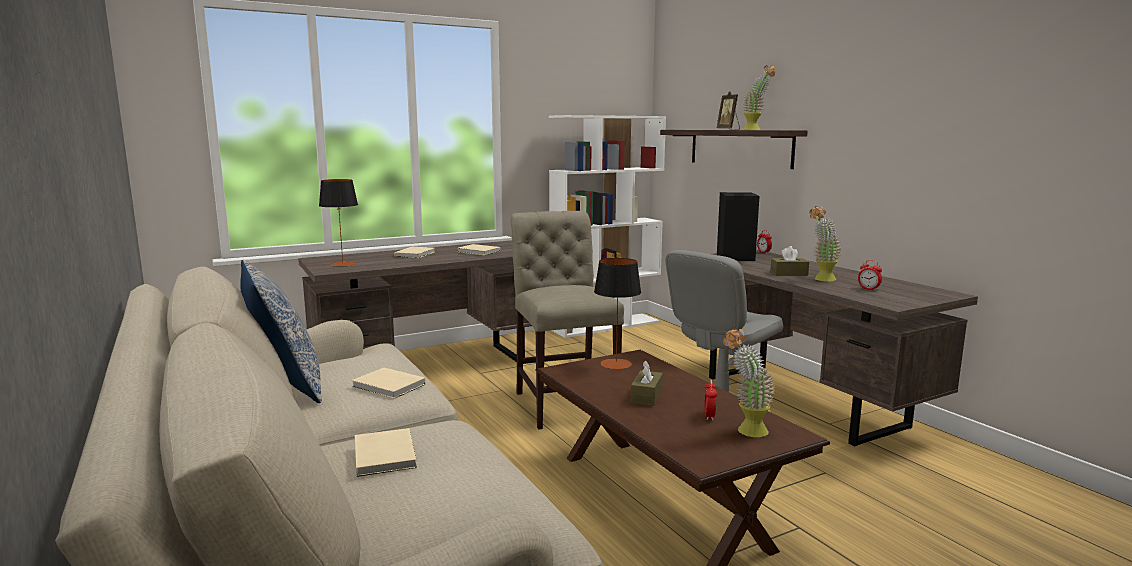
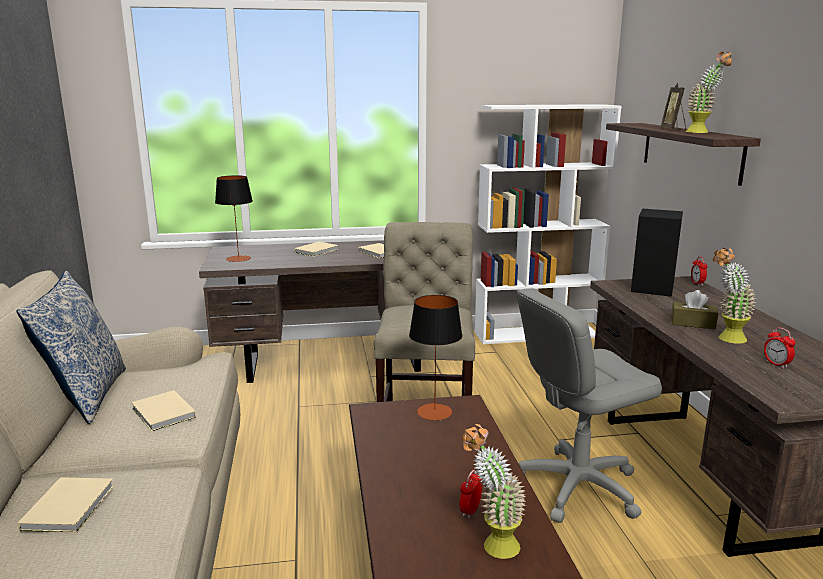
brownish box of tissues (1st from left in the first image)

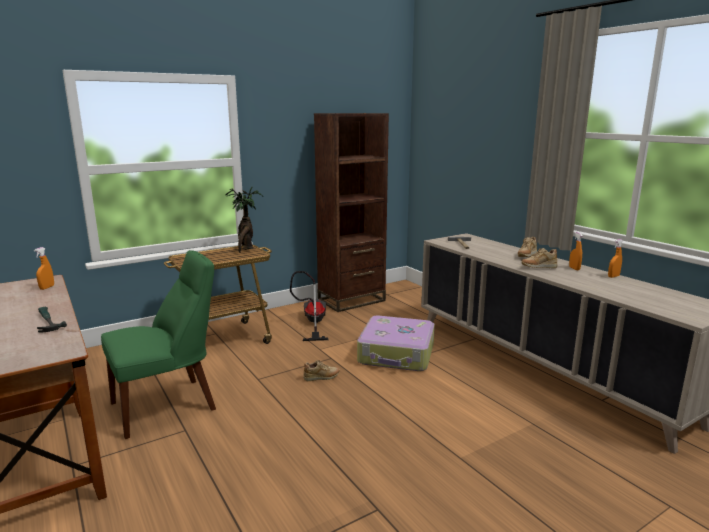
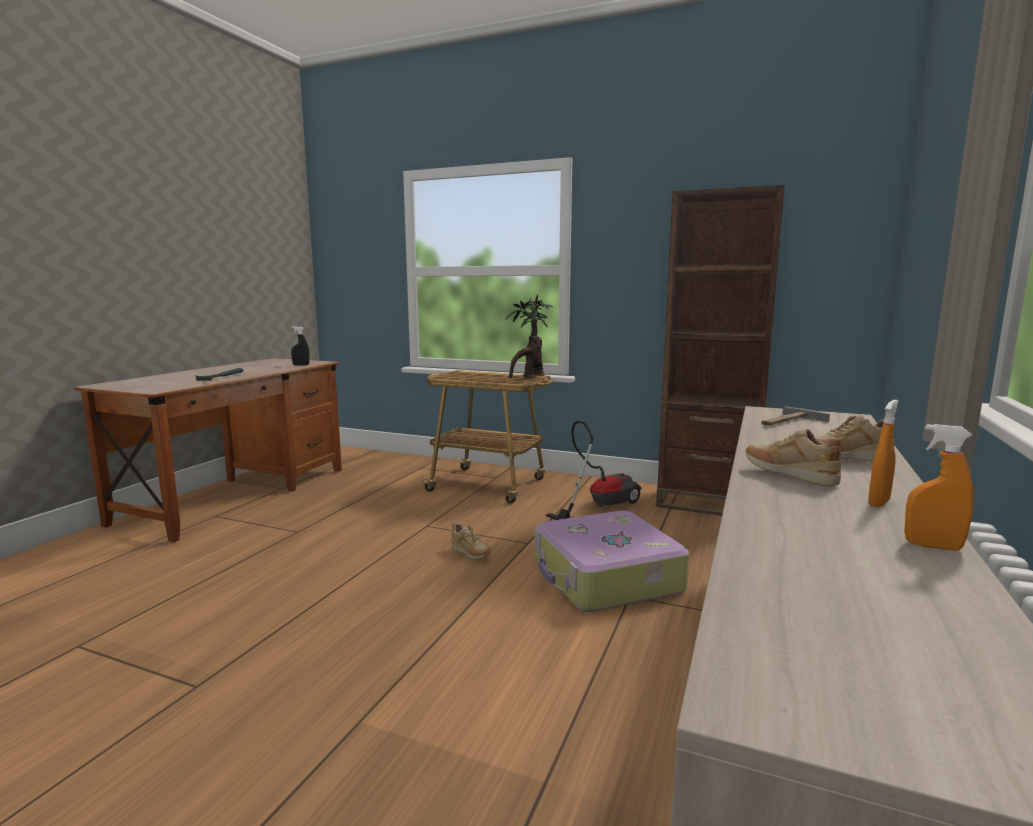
black hand sprayer
green upright chair

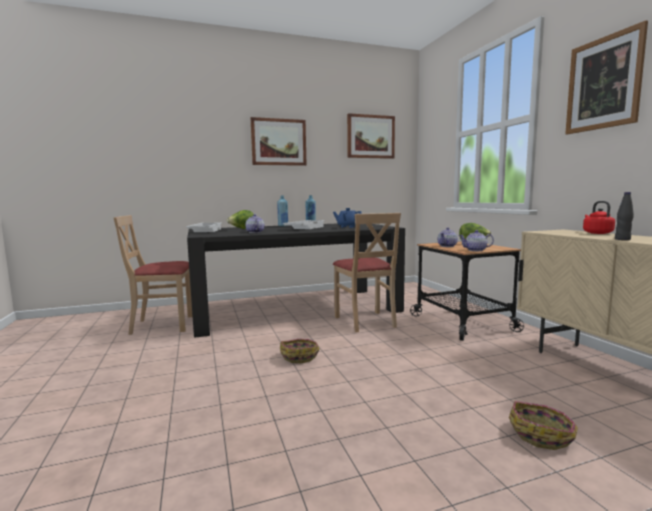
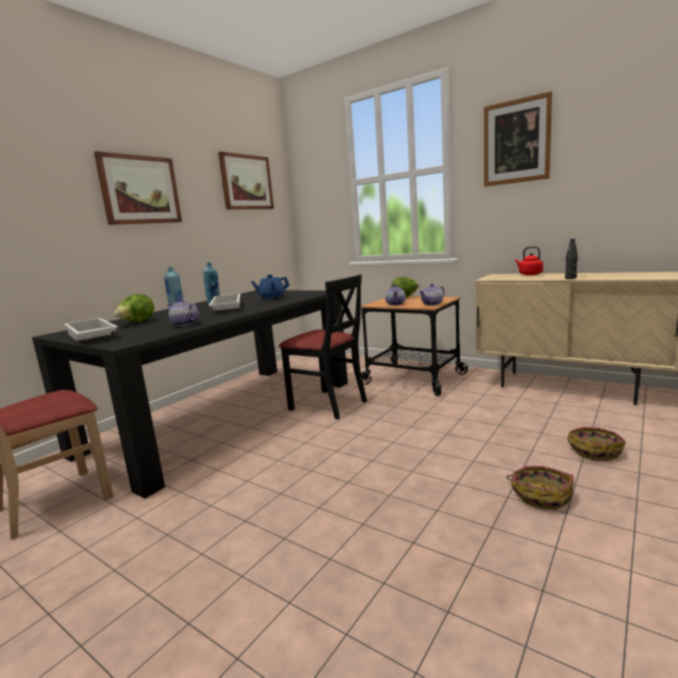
storage basket (1st from left)
black upright chair

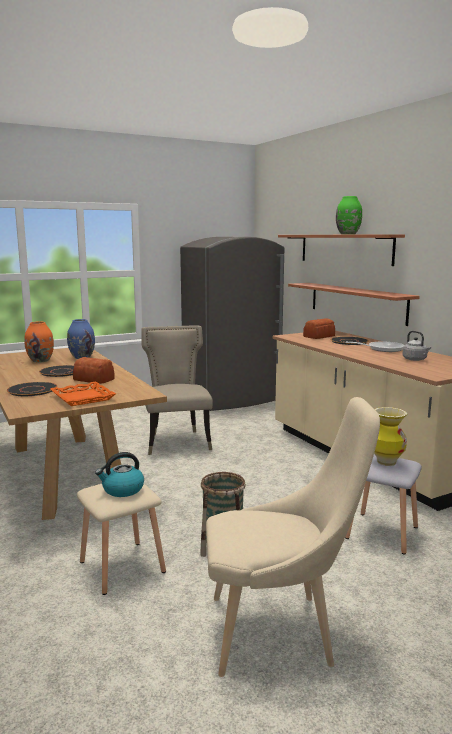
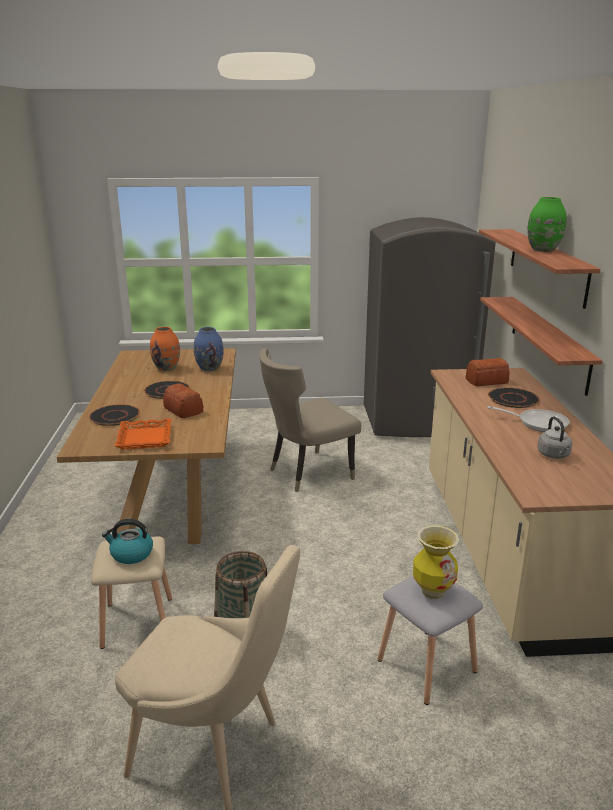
beige upright chair (2nd from left)

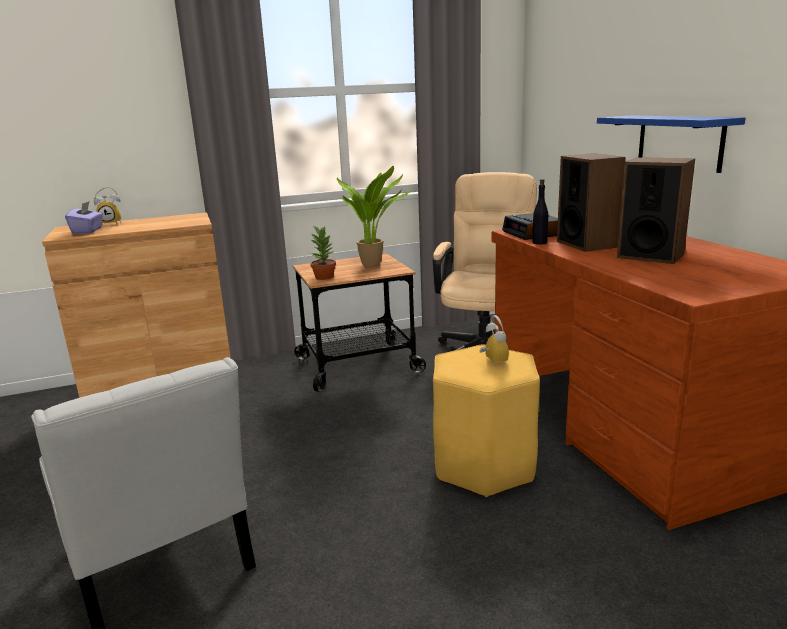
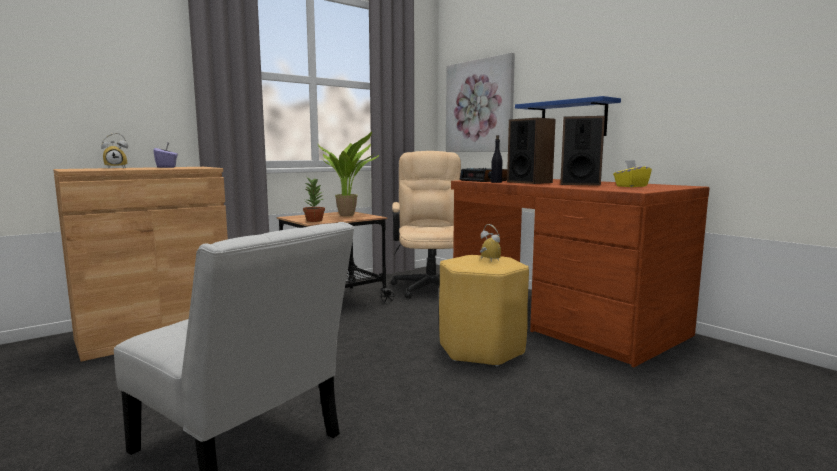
purple box of tissues
picture
yellow box of tissues

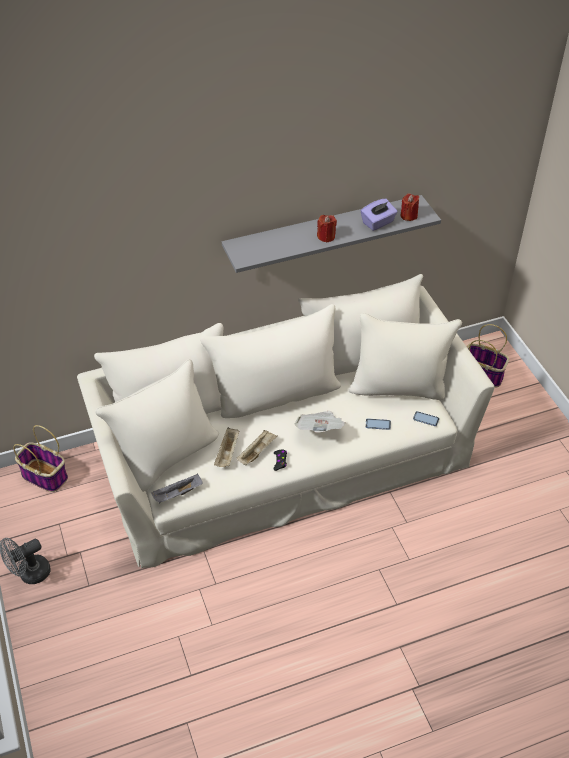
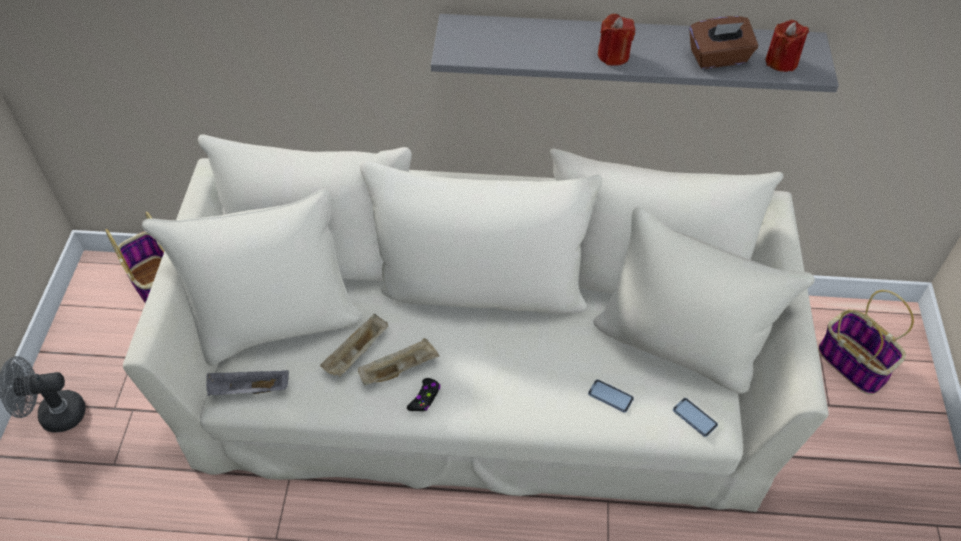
newspaper
brownish box of tissues

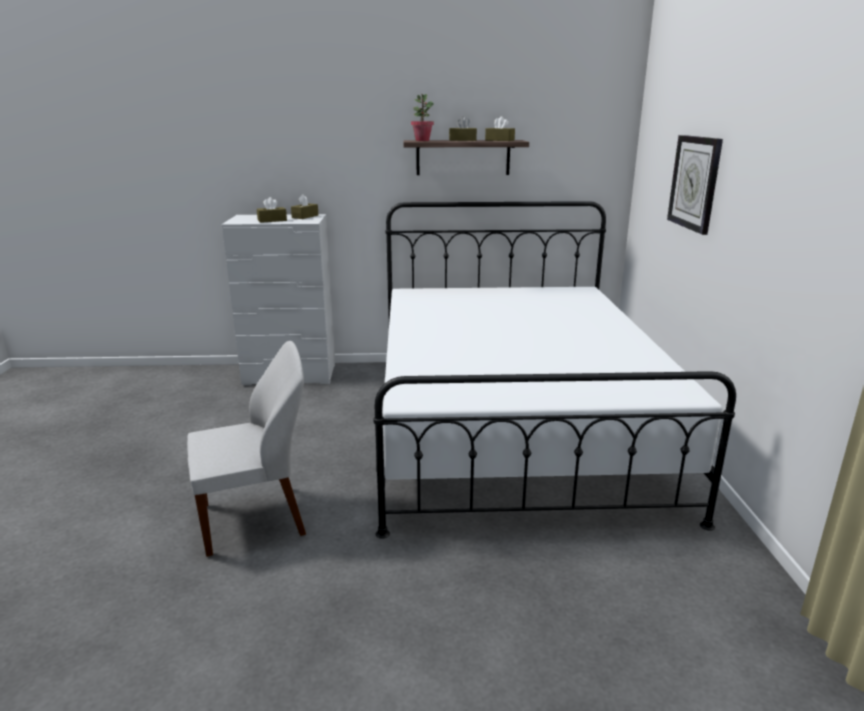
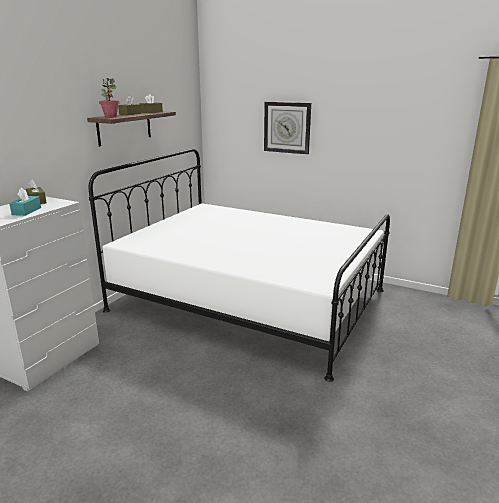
white upright chair
blue-green box of tissues

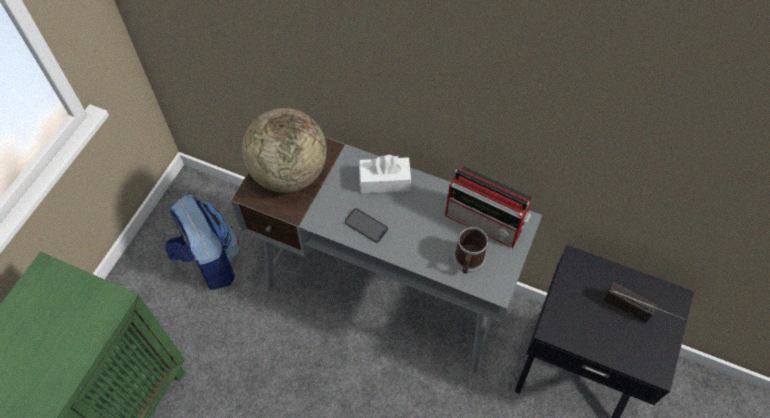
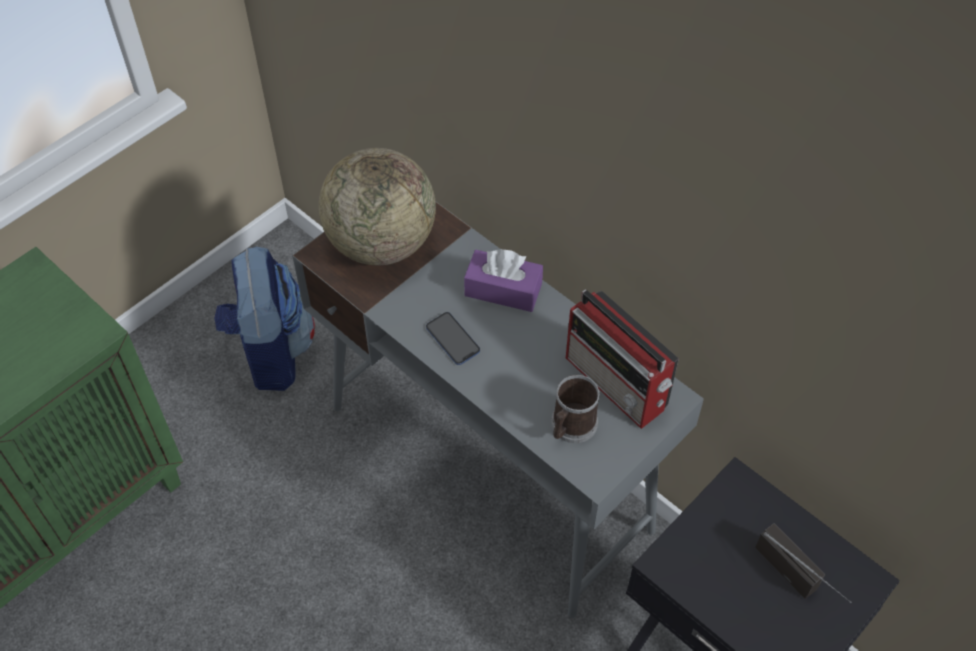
purple box of tissues

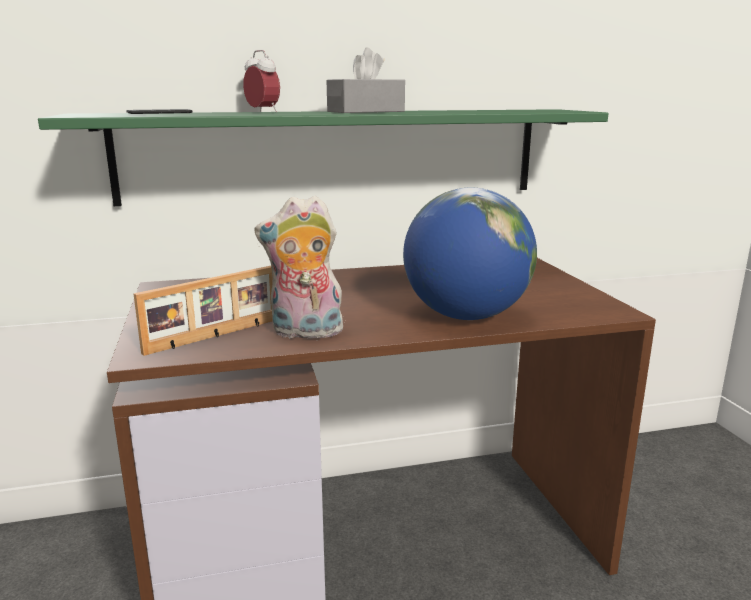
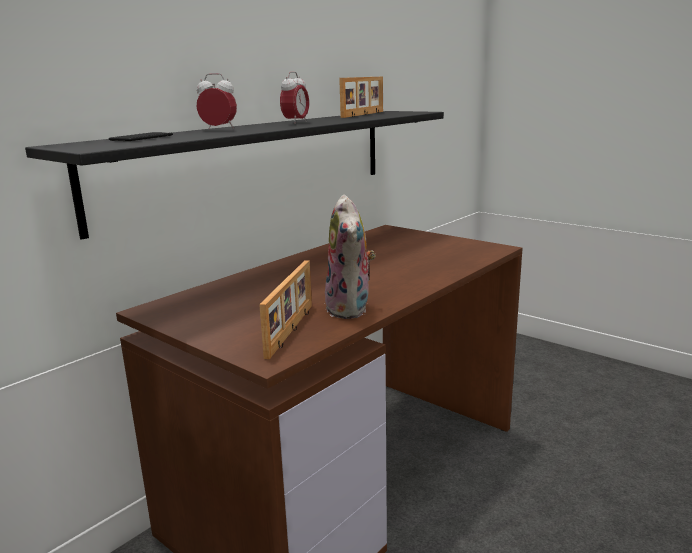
black shelf
plush toy
alarm clock (2nd from left)
world globe
standing frame (2nd from left)

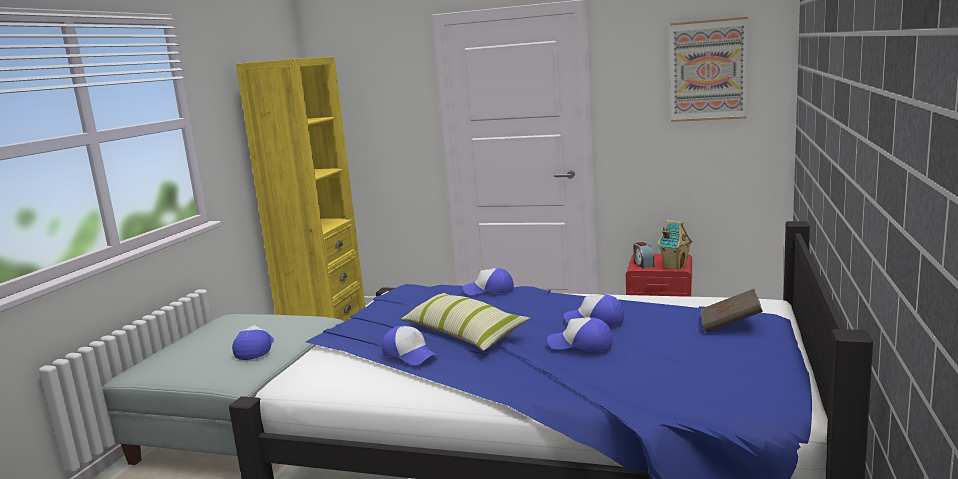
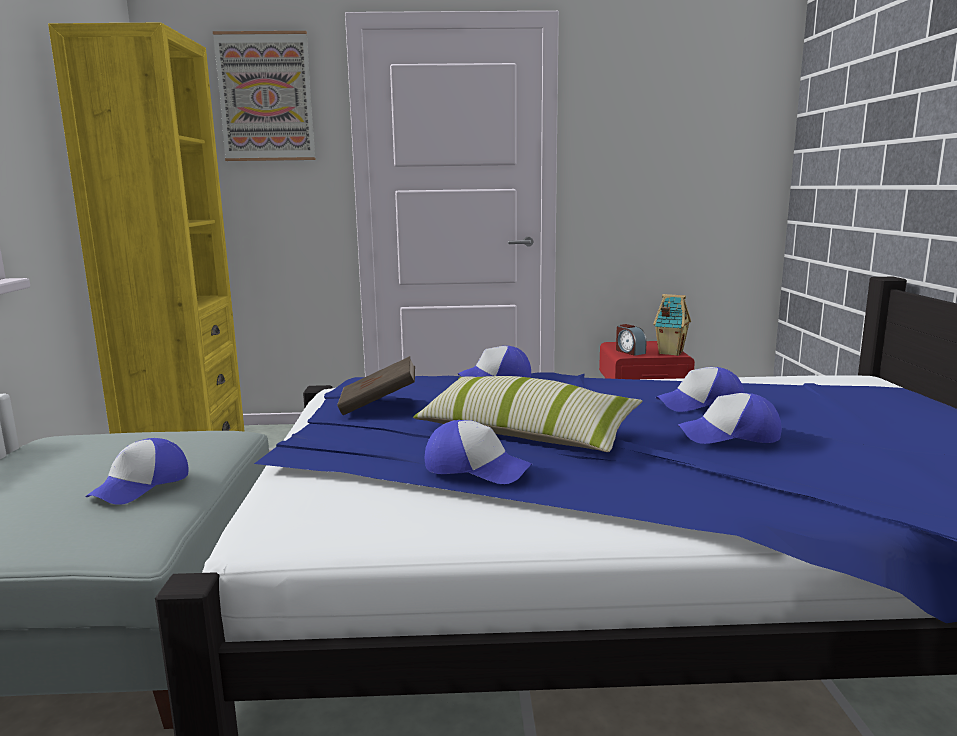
peaked cap (1st from left)
picture
brownish volume

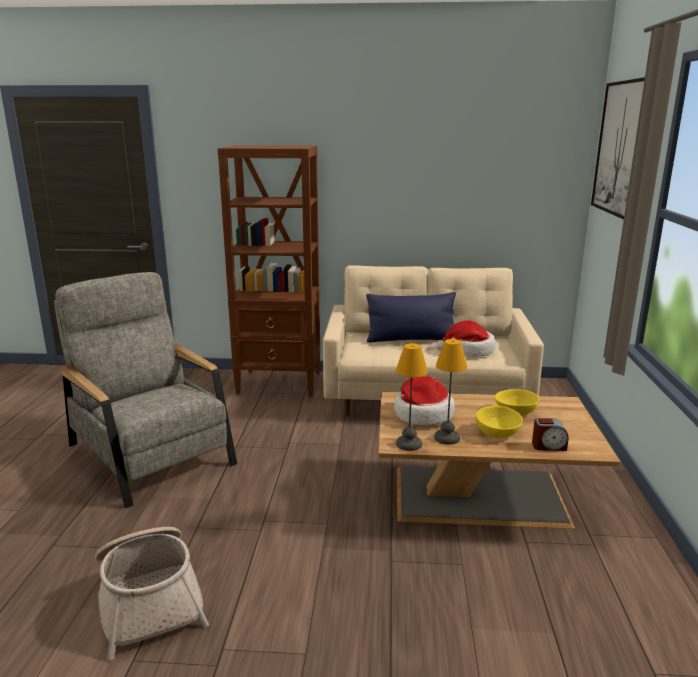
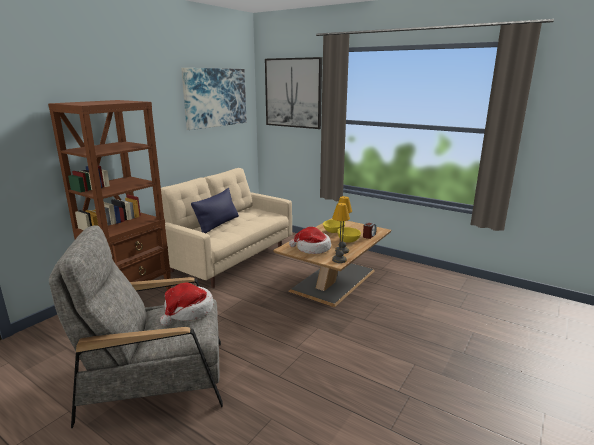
storage basket
clothing hat (1st from left)
picture (1st from left)

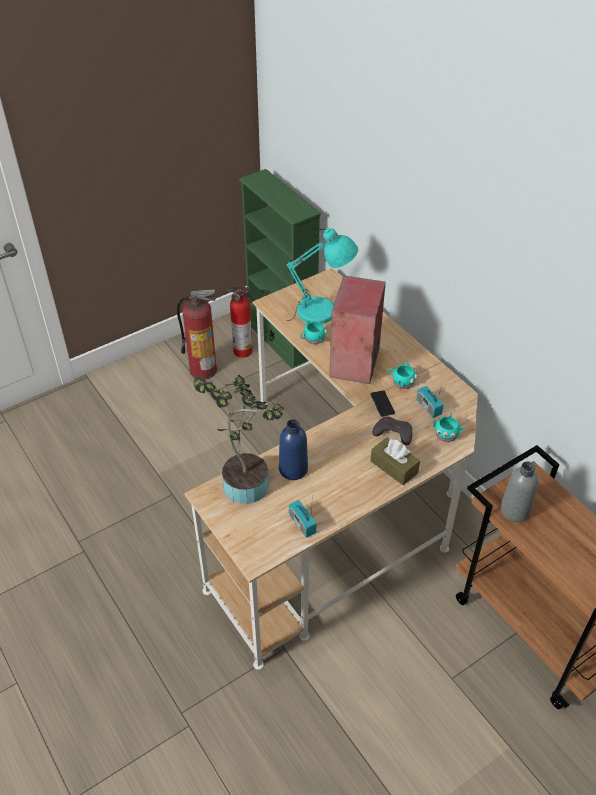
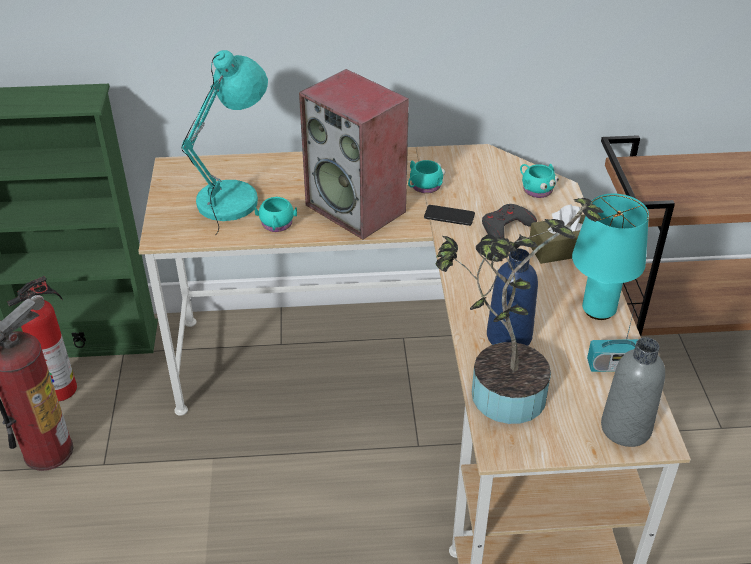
radio (2nd from left in the first image)
grey bottle
blue-green tabletop lamp (2nd from left)

